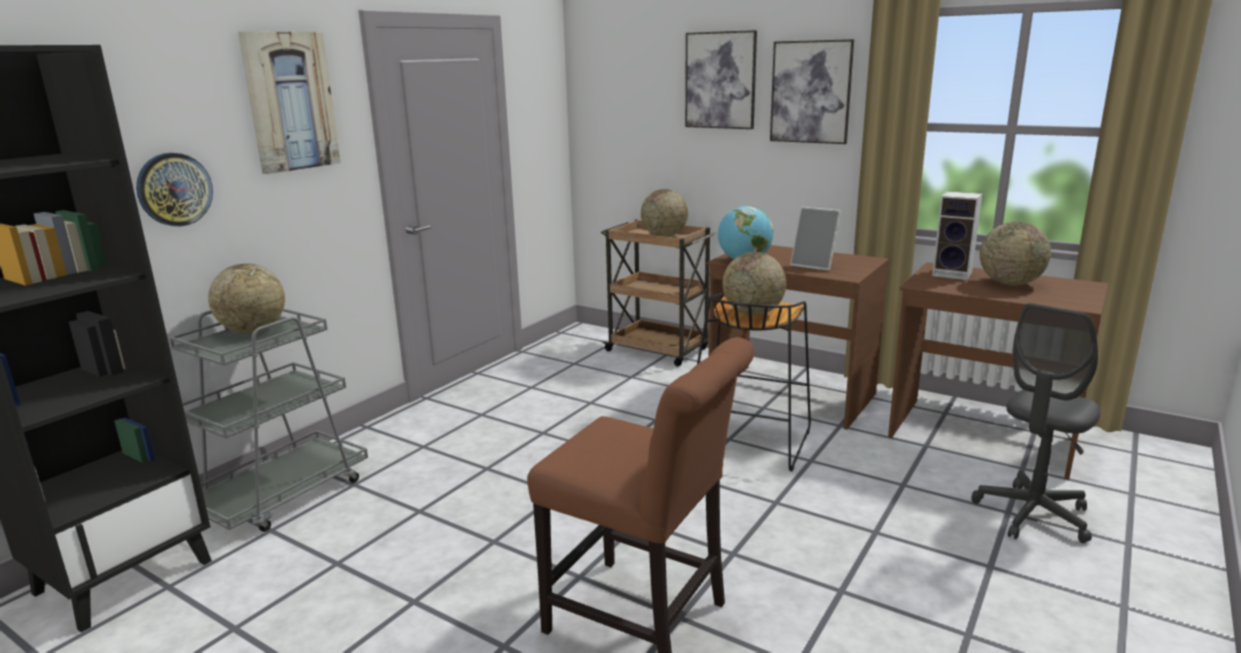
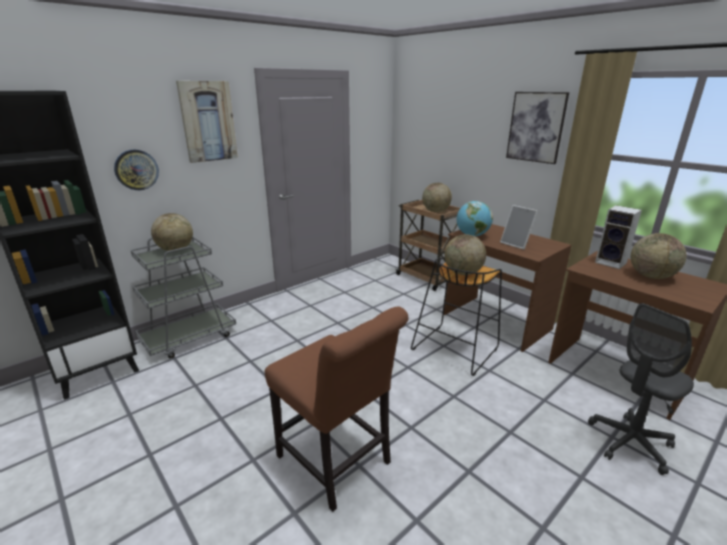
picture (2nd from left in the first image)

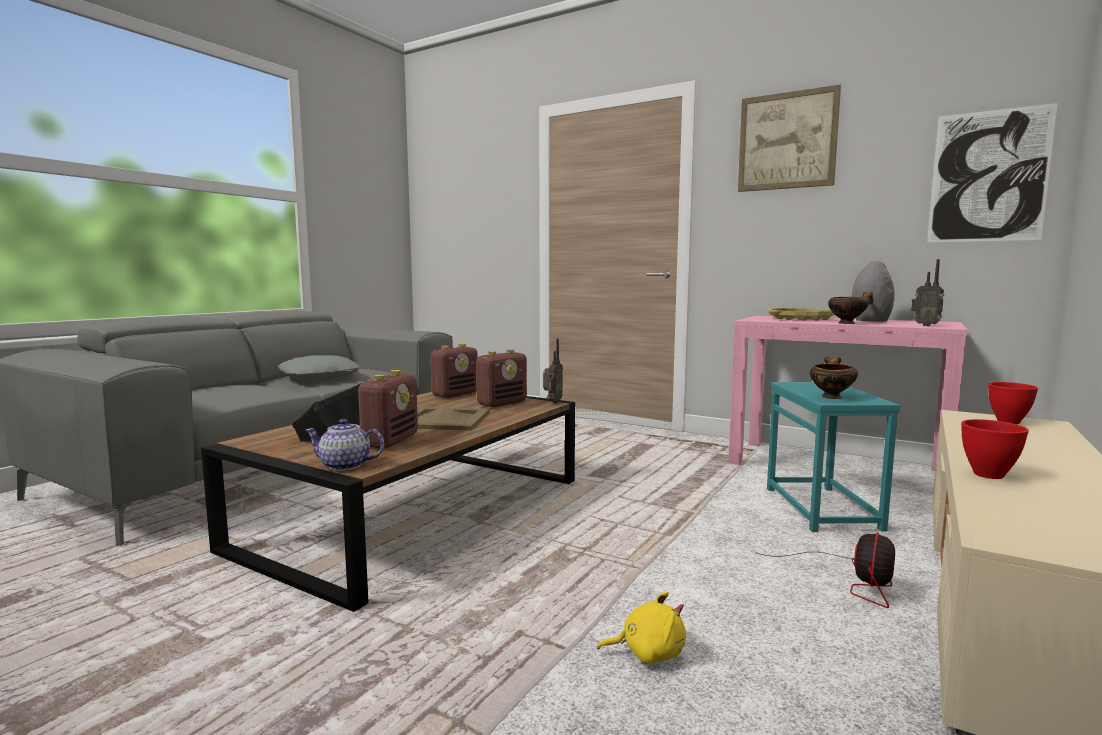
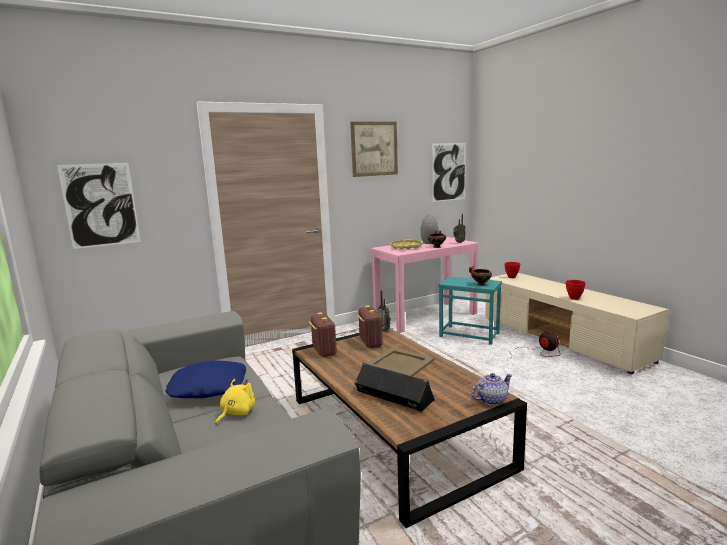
bluish cushion
tea pot
radio (1st from left in the first image)
yellow plush toy
picture (1st from left)

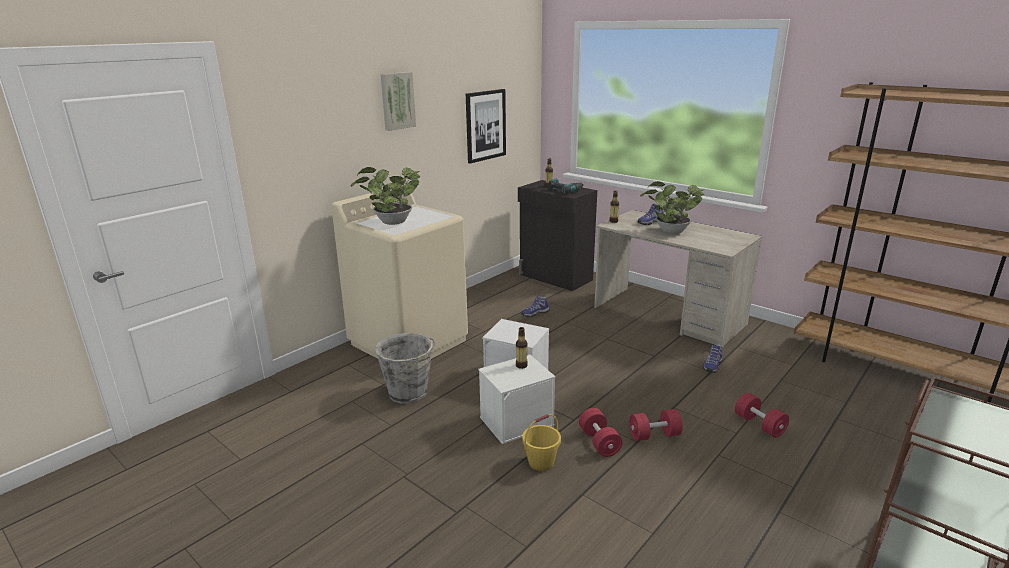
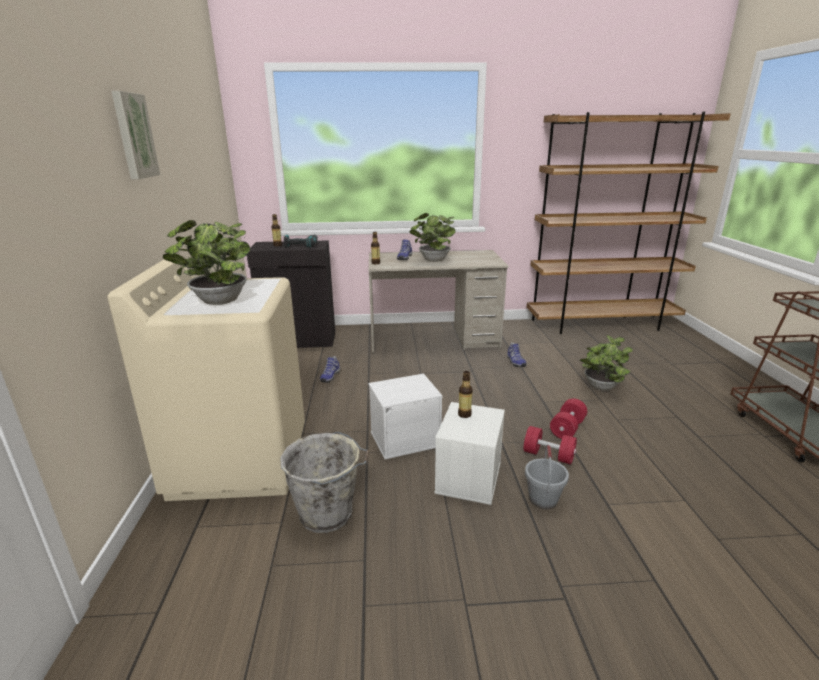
picture (2nd from left in the first image)
grey water bucket (2nd from left)
houseplant (3rd from left)

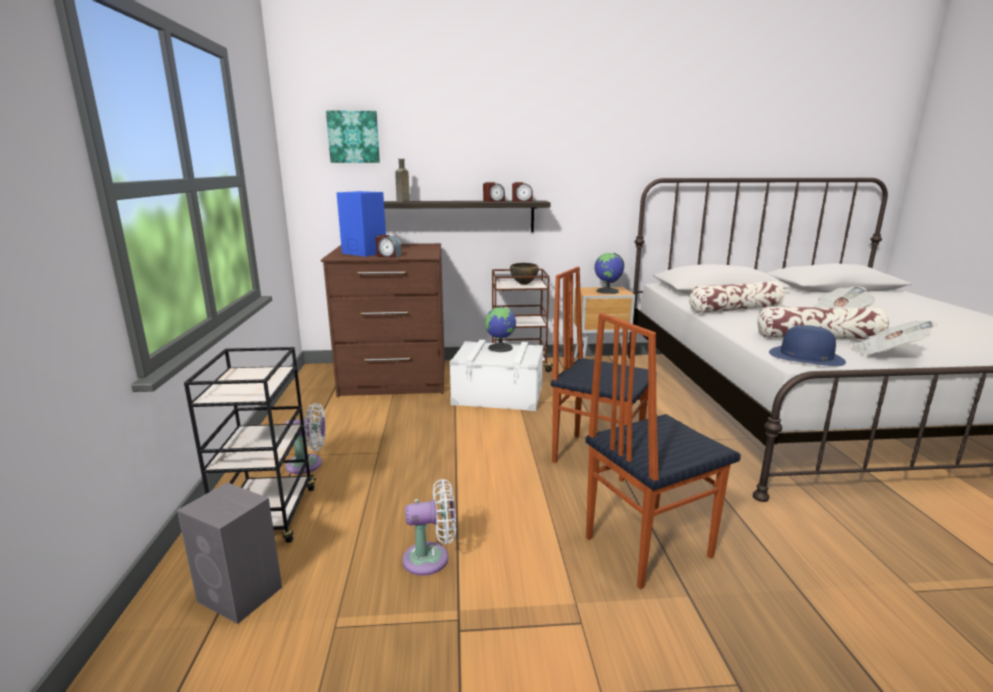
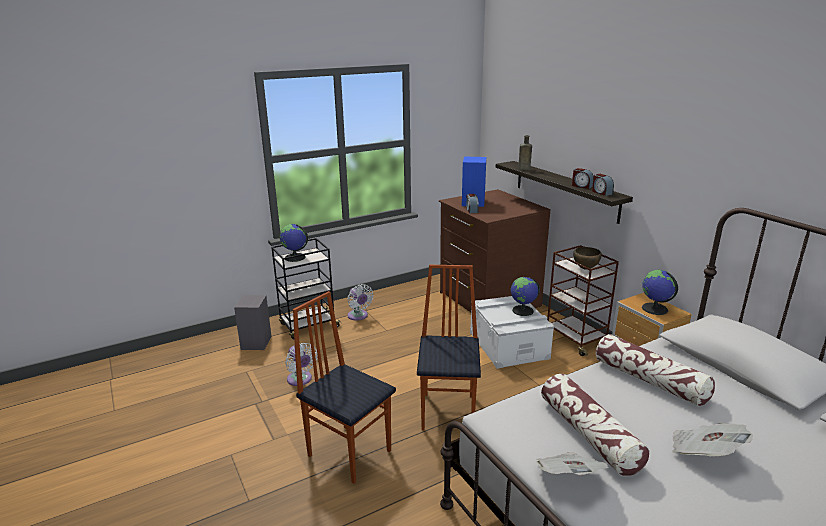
picture
bluish clothing hat
world globe (1st from left)

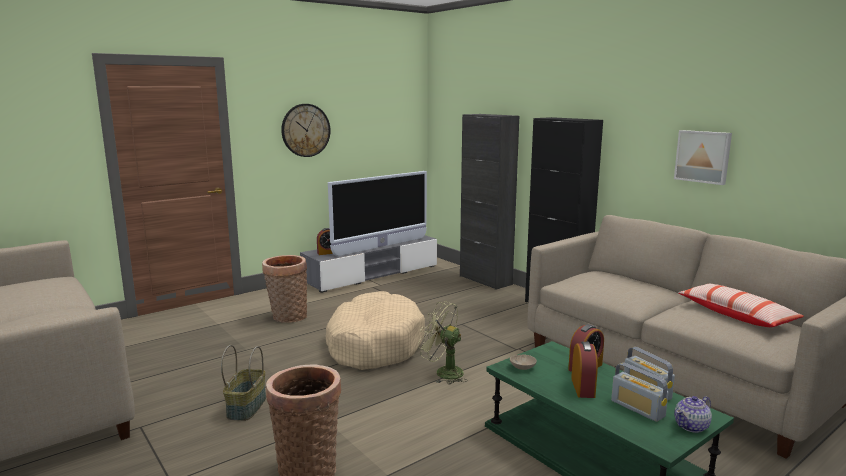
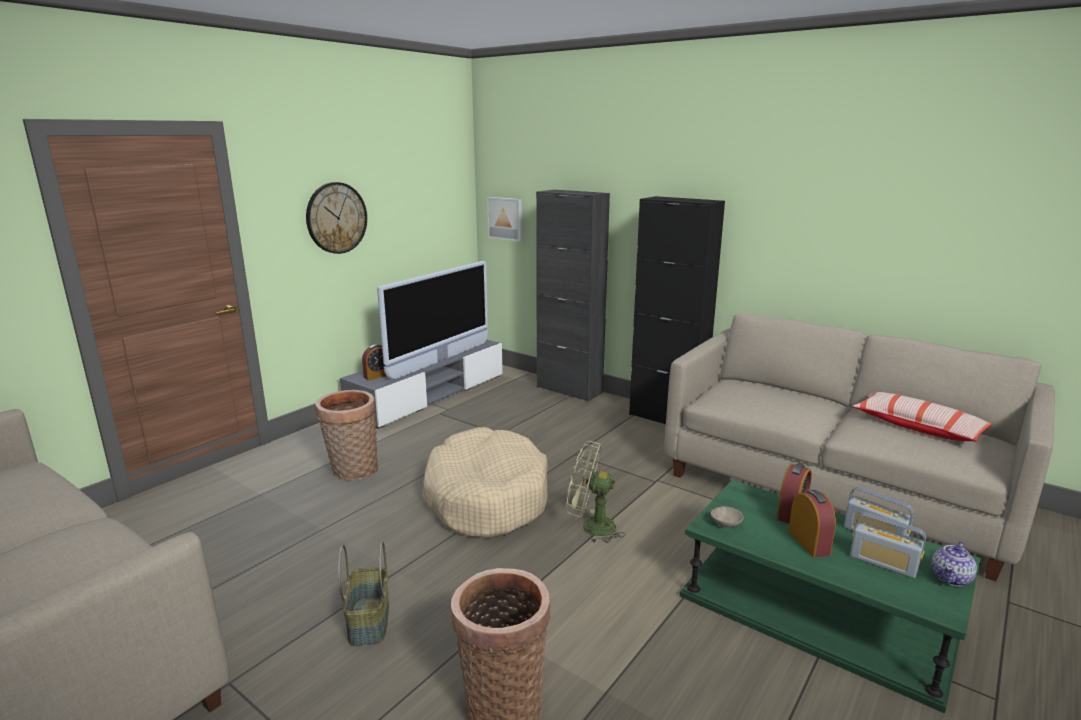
picture

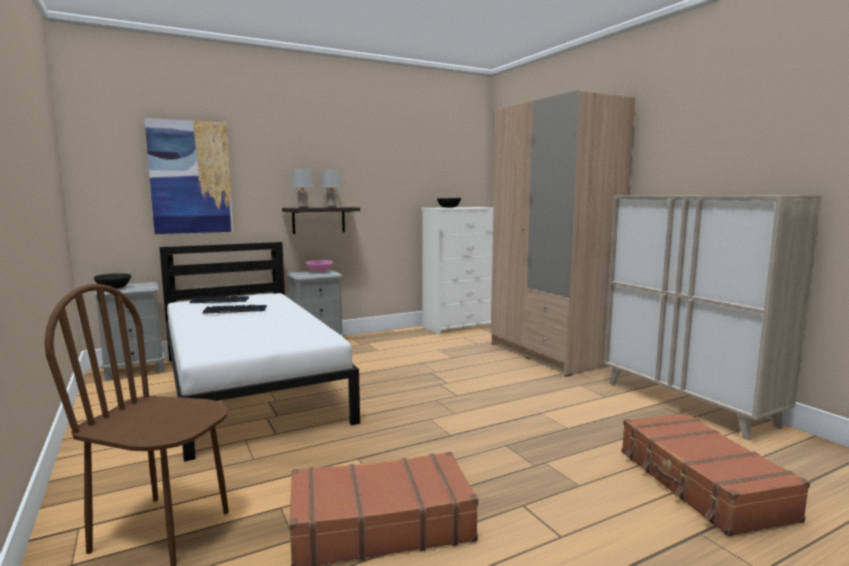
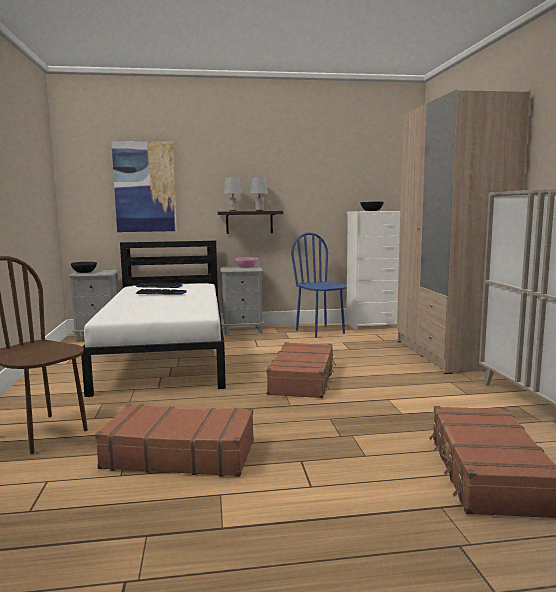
brownish travel case (2nd from left)
bluish upright chair

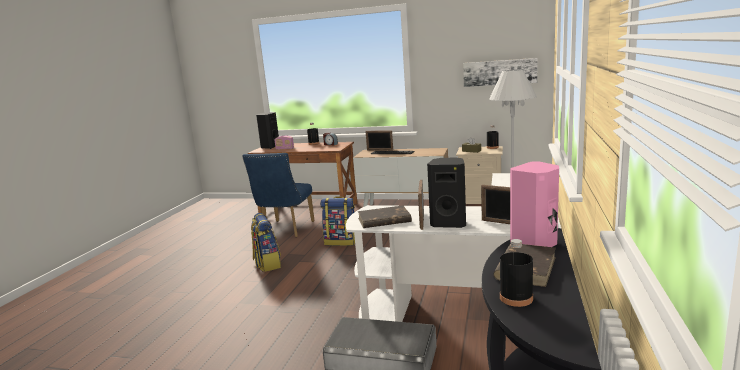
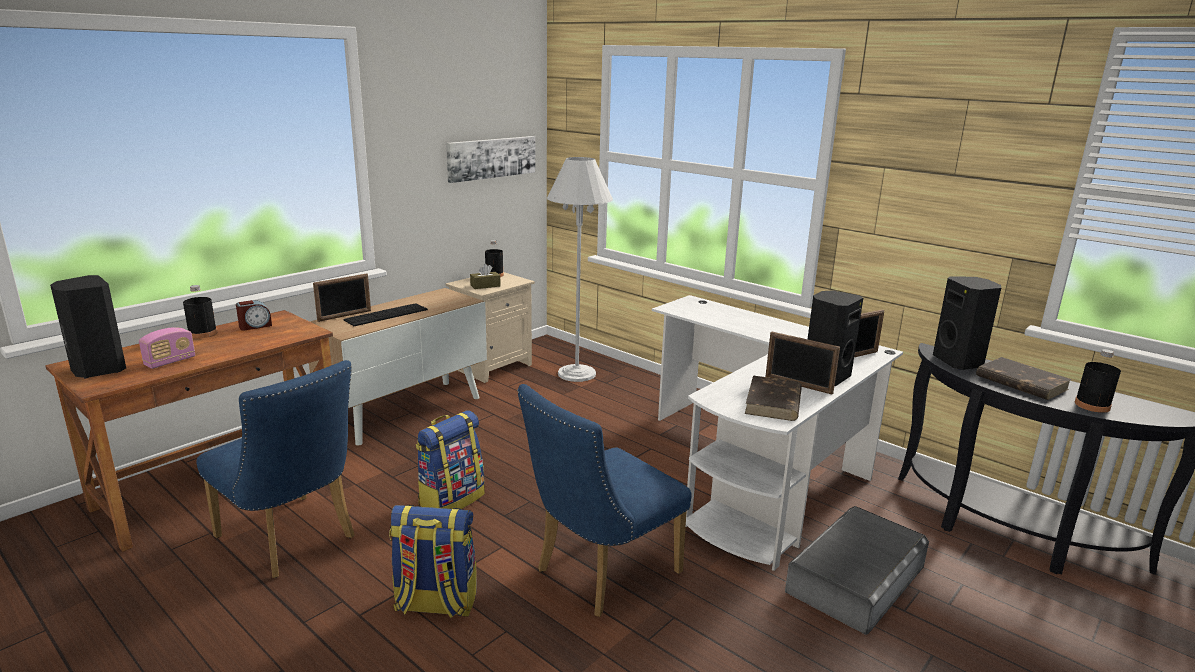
black audio speaker (3rd from left)
bluish upright chair (2nd from left)

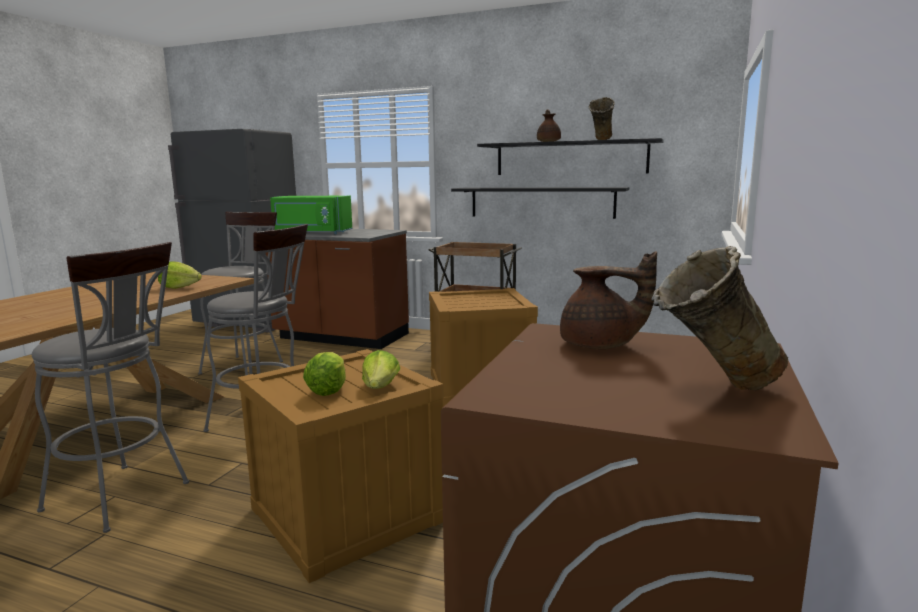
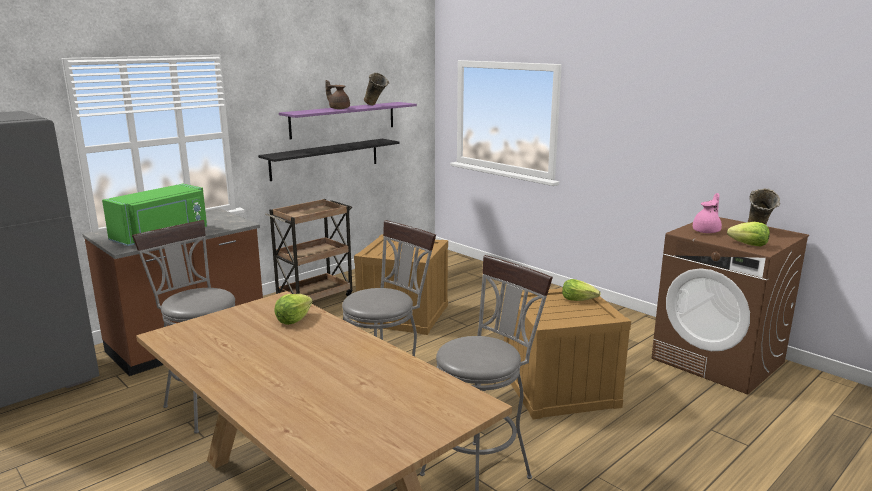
lettuce head (3rd from left)
purple shelf
pinkish tea pot

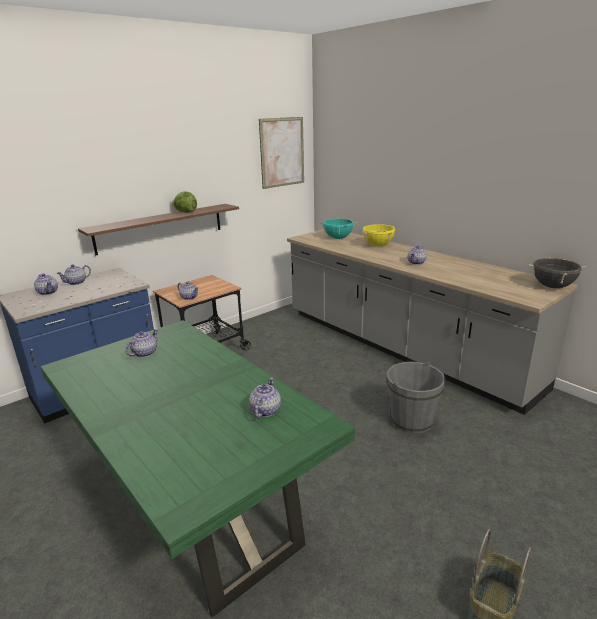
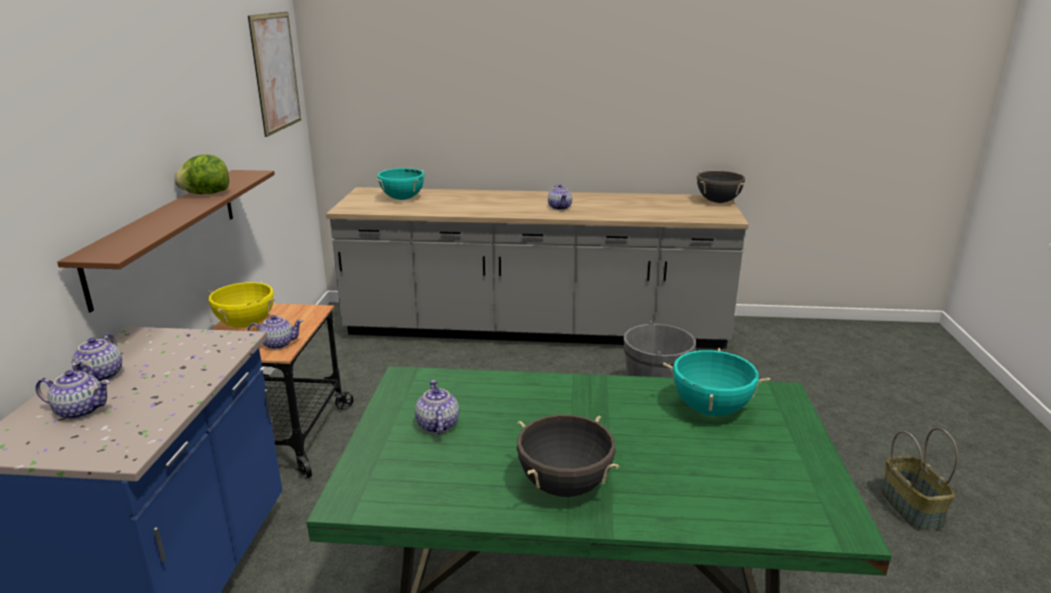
blue-green cooking pot (2nd from left)
yellow cooking pot
black cooking pot (1st from left)

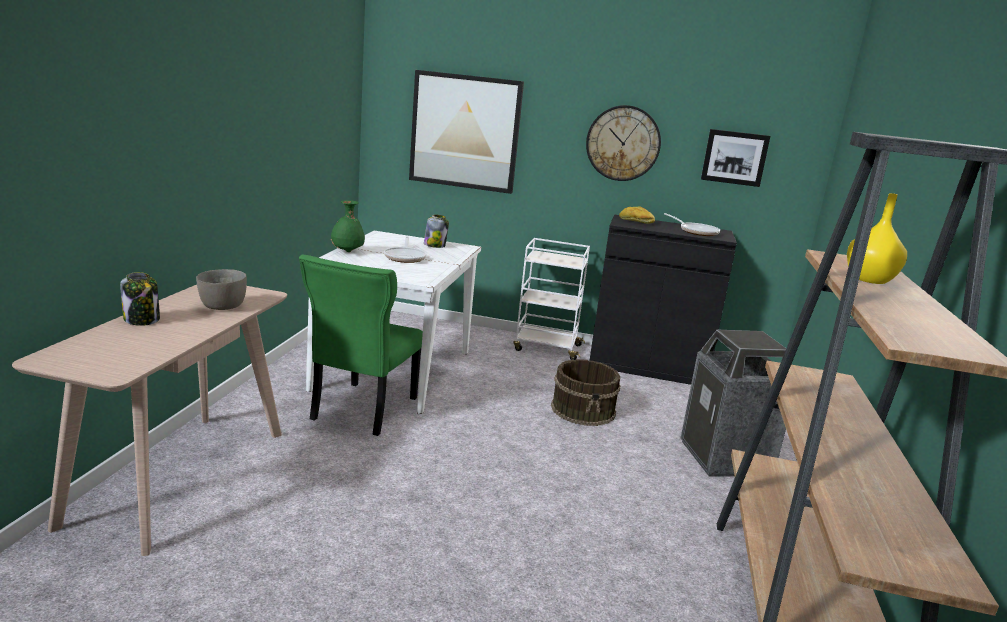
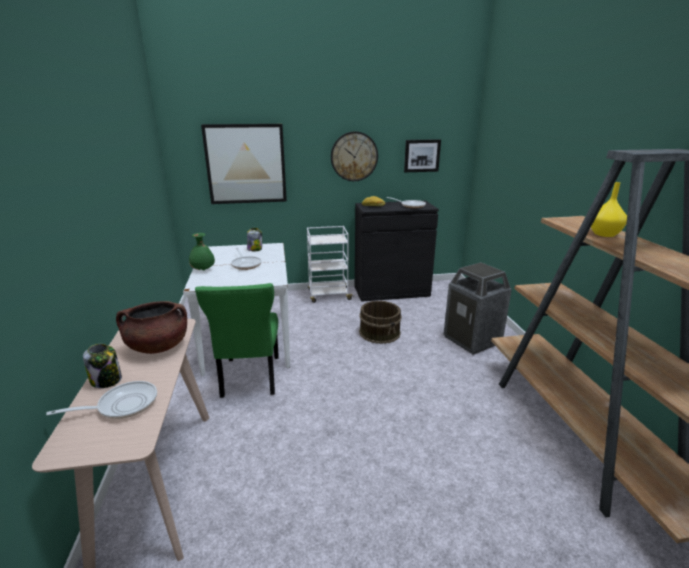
brownish cooking pot
pan (1st from left)

